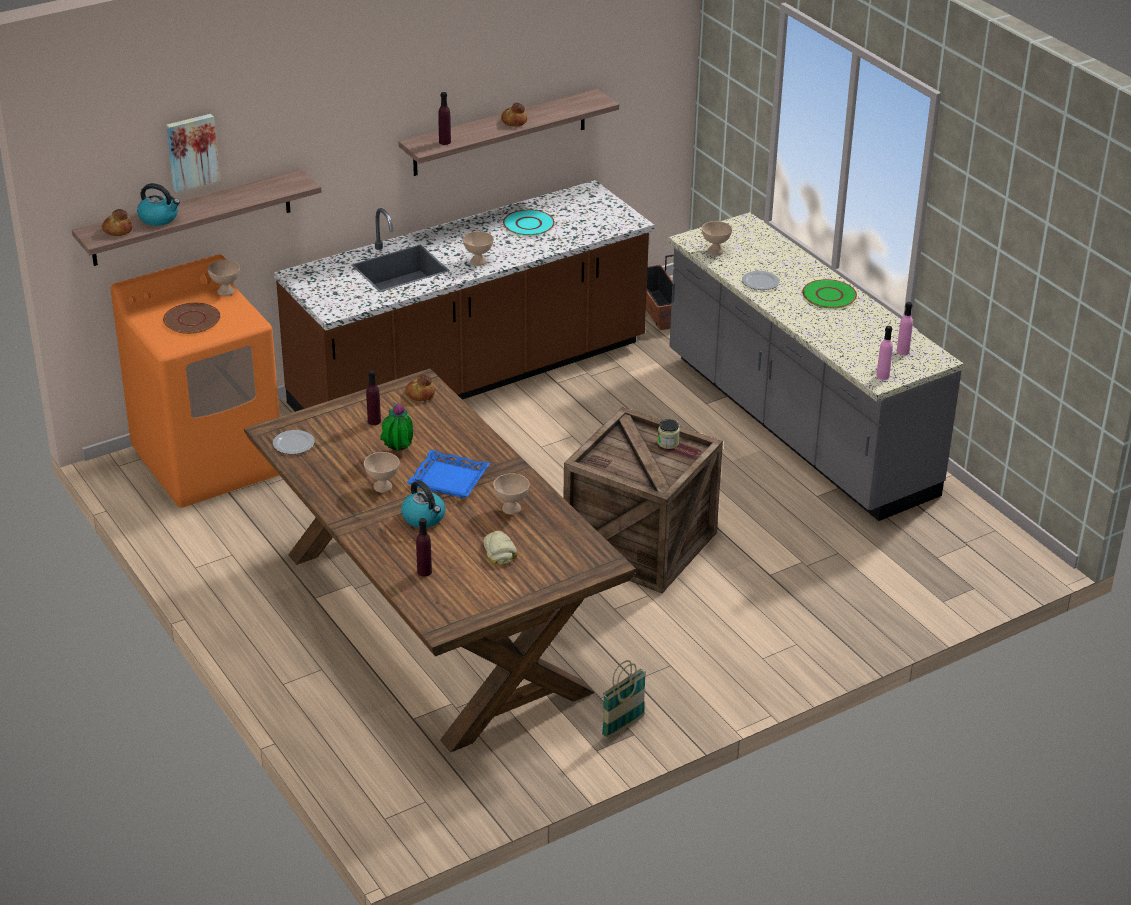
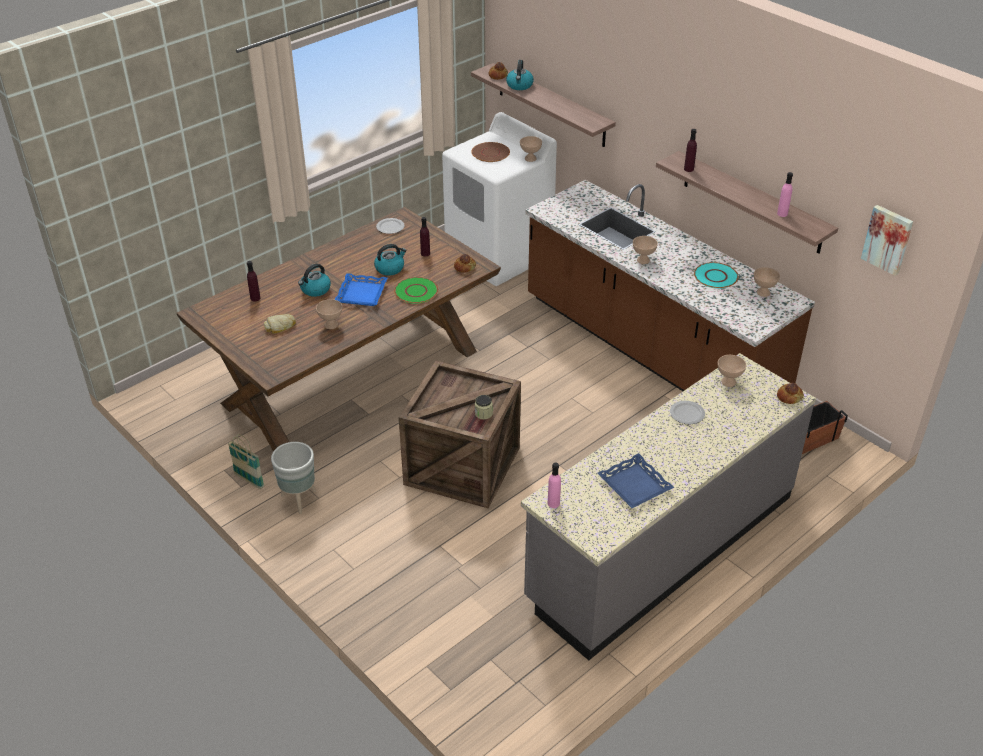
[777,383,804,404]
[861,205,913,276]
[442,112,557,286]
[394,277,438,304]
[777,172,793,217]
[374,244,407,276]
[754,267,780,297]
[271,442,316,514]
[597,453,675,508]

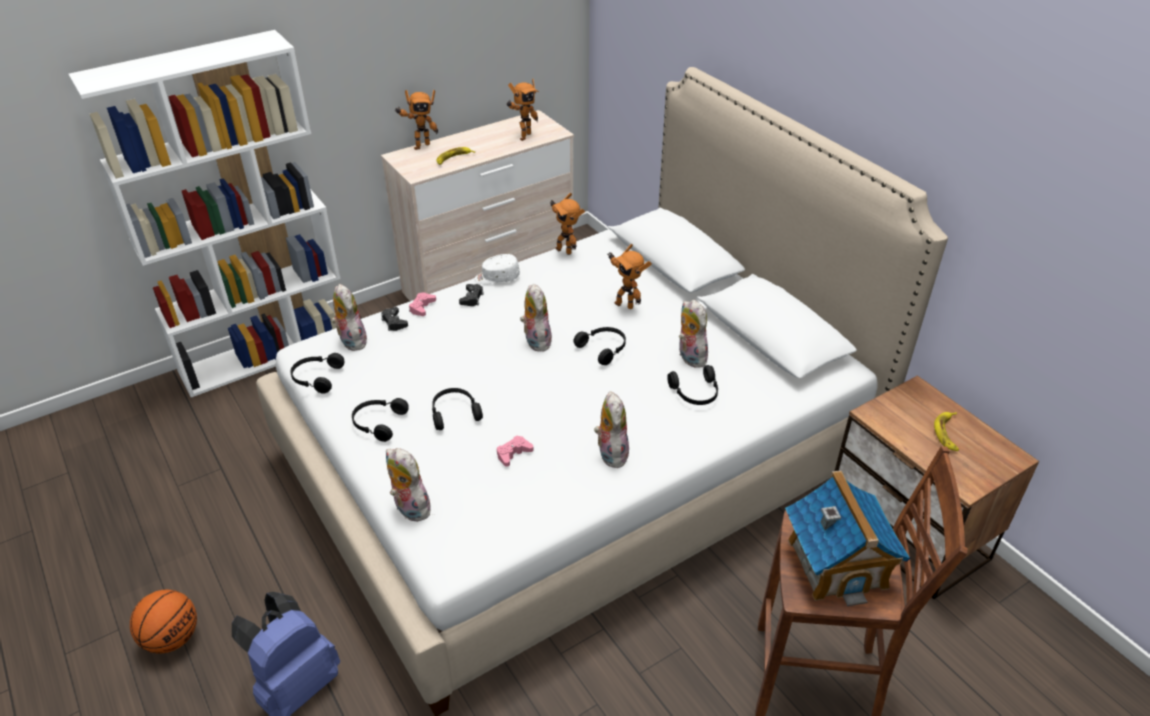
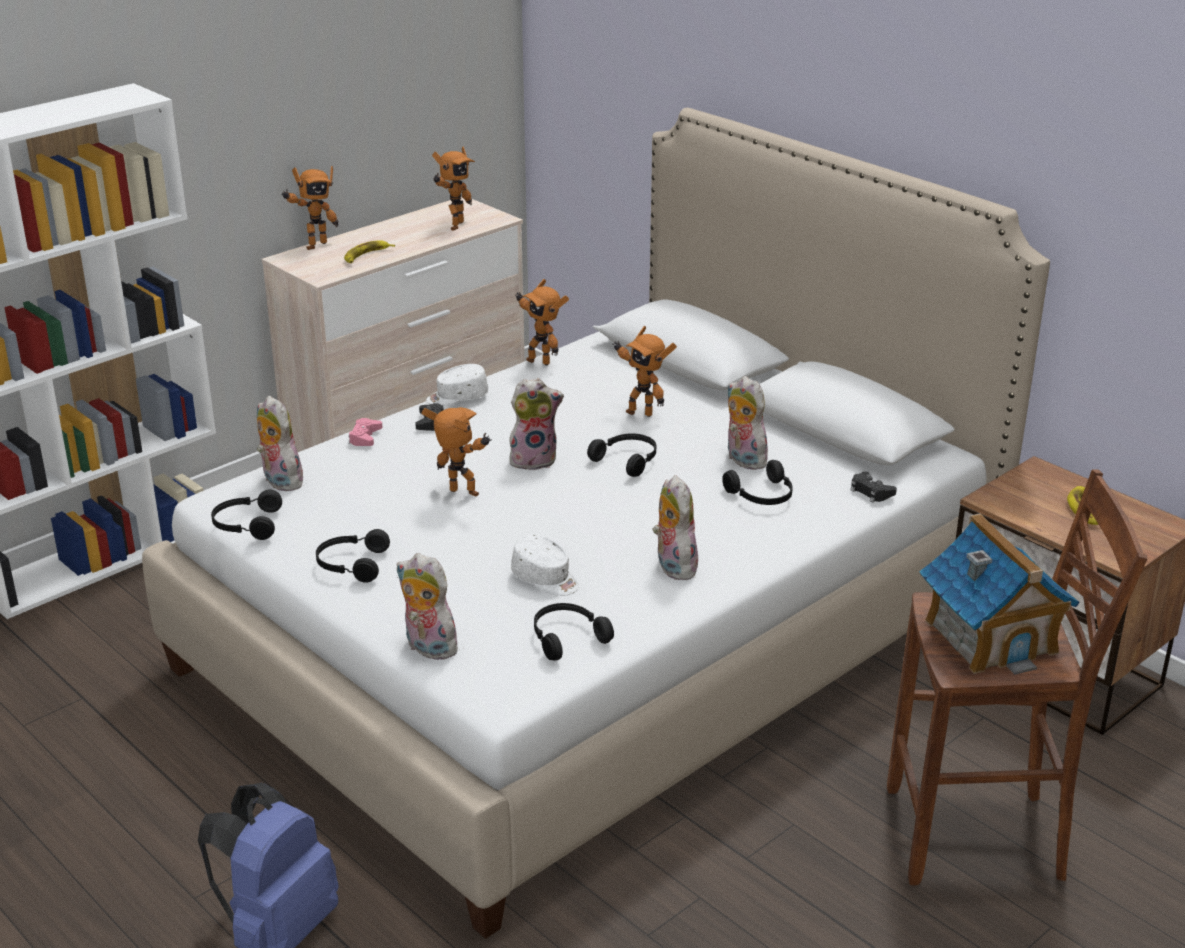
[509,378,564,470]
[850,472,897,502]
[534,603,614,661]
[511,535,579,596]
[130,590,197,653] (first image)
[421,407,492,497]

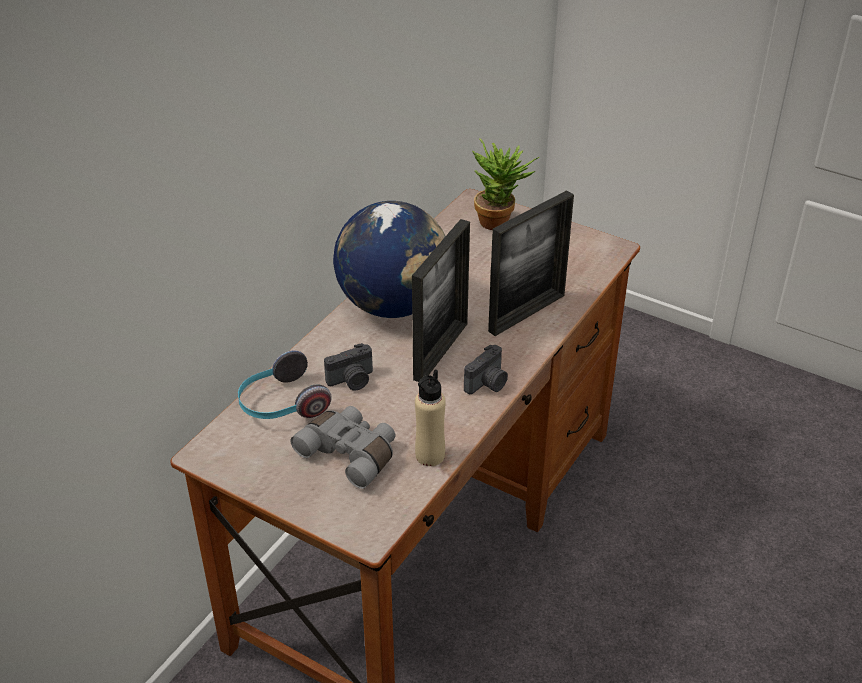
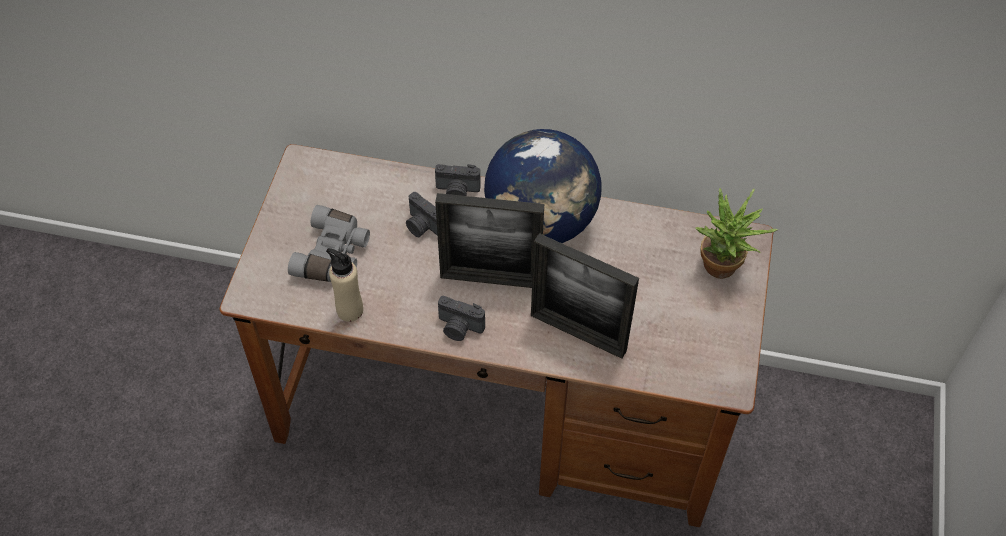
[238,350,332,419] (first image)
[435,164,481,196]

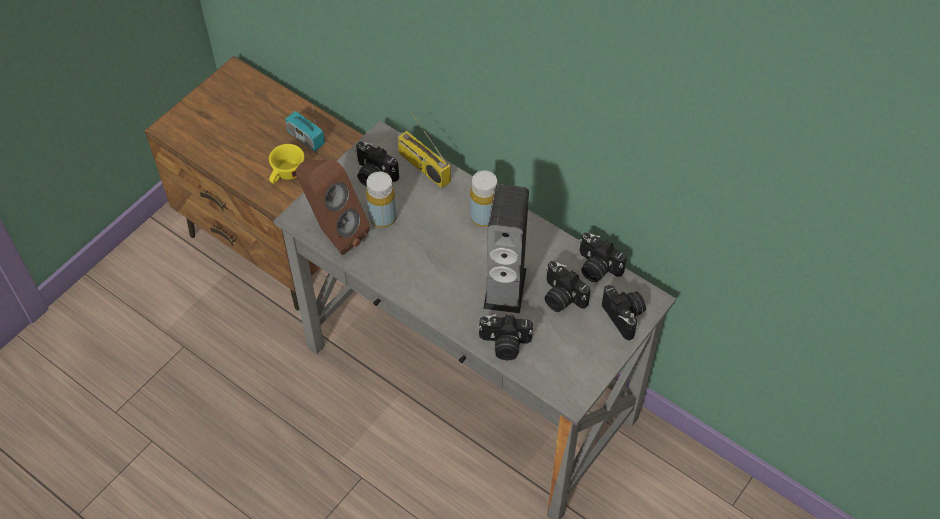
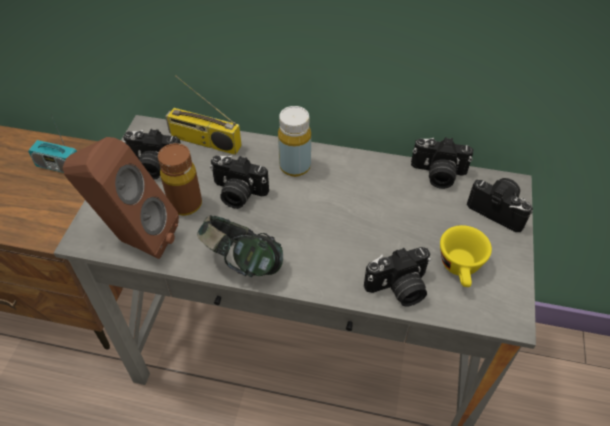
[440,225,492,287]
[158,143,202,216]
[483,184,529,313] (first image)
[210,155,269,209]
[197,215,283,277]

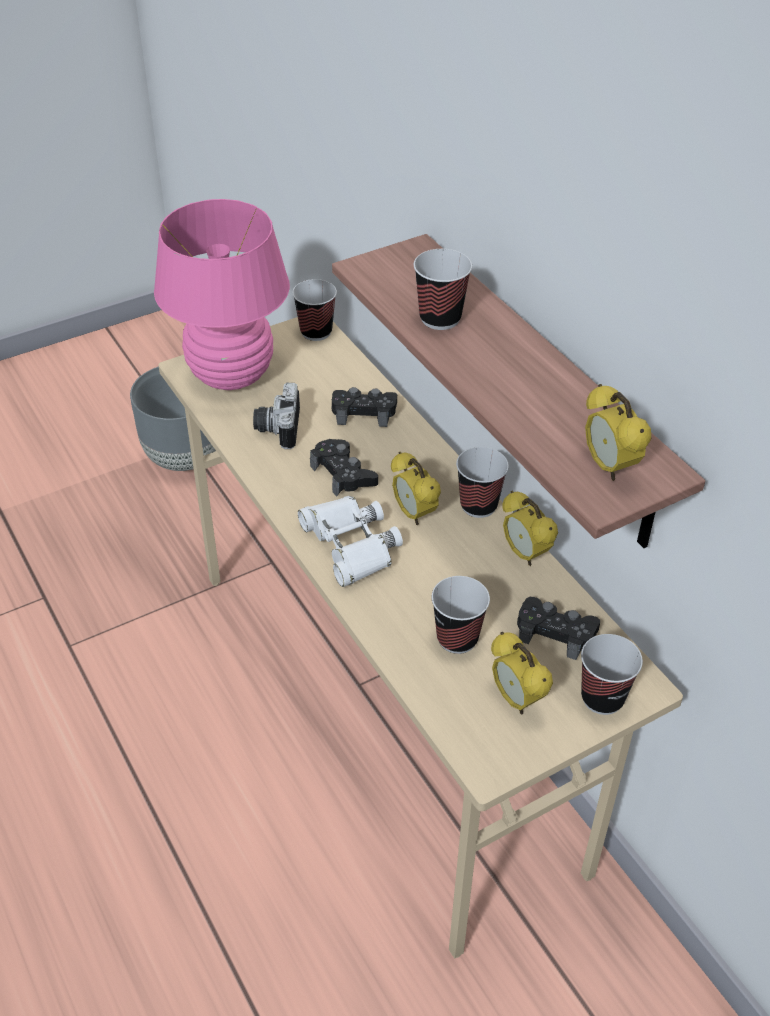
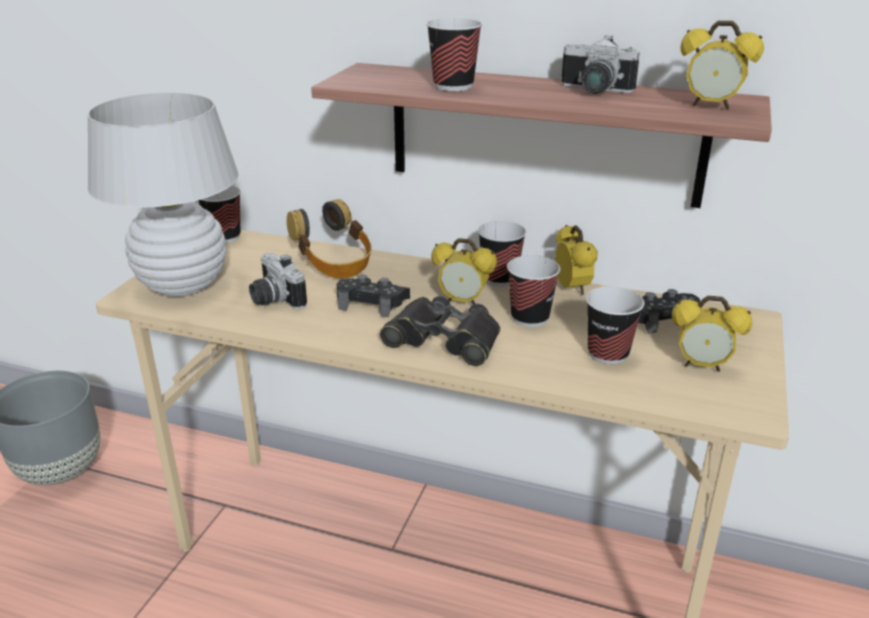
[88,92,239,297]
[287,199,372,279]
[555,225,598,295]
[380,296,500,366]
[507,255,560,327]
[561,35,640,94]

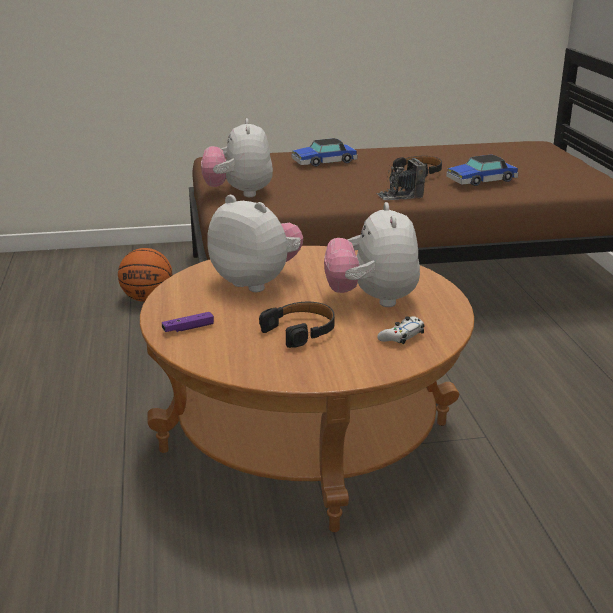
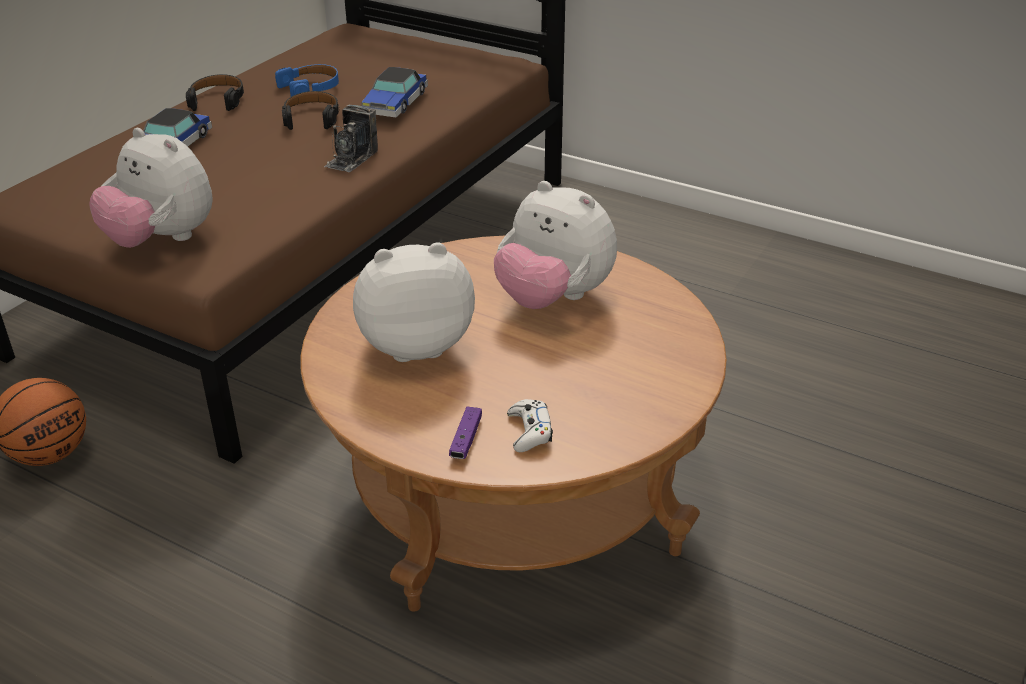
[186,74,244,111]
[507,399,553,452]
[275,64,339,96]

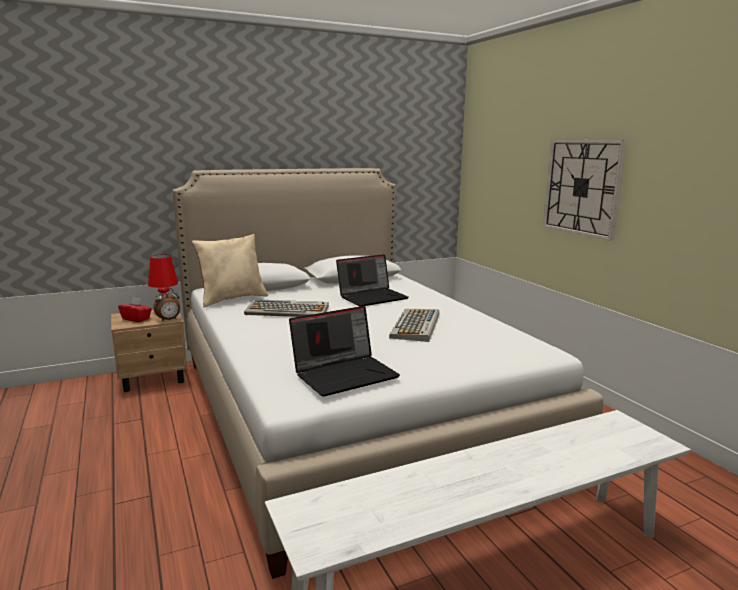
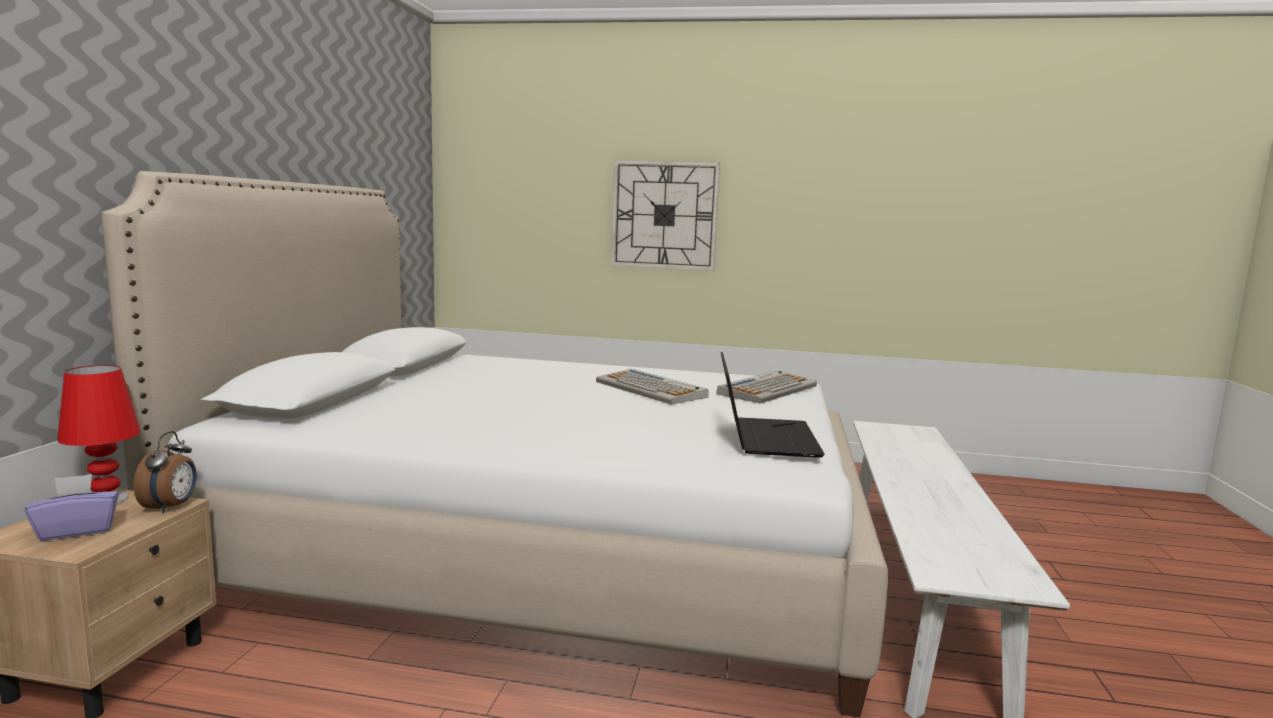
[192,234,268,308] (first image)
[336,254,409,307] (first image)
[25,474,119,541]
[717,371,817,404]

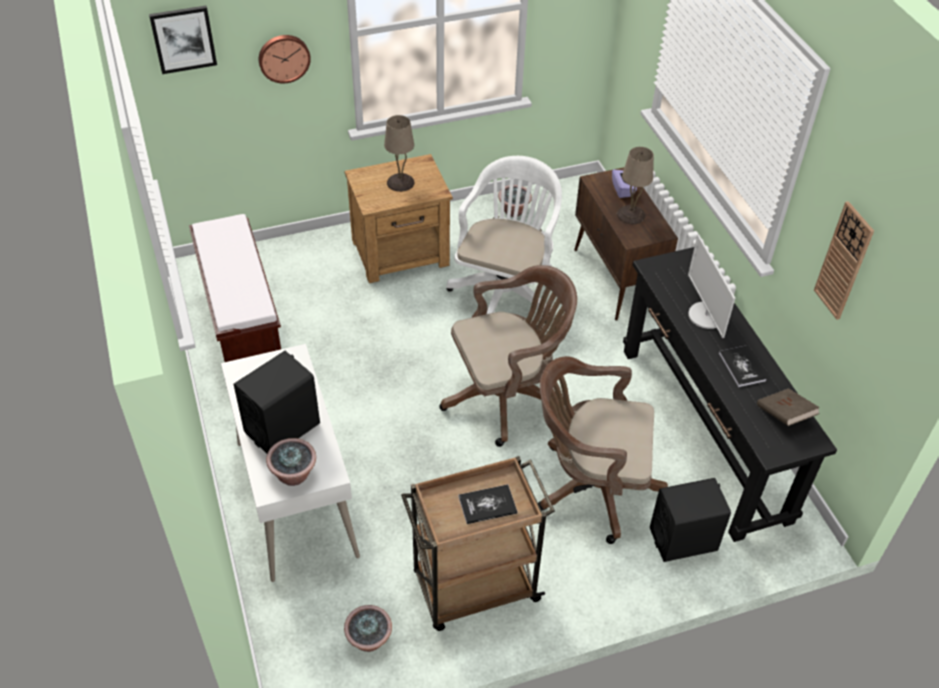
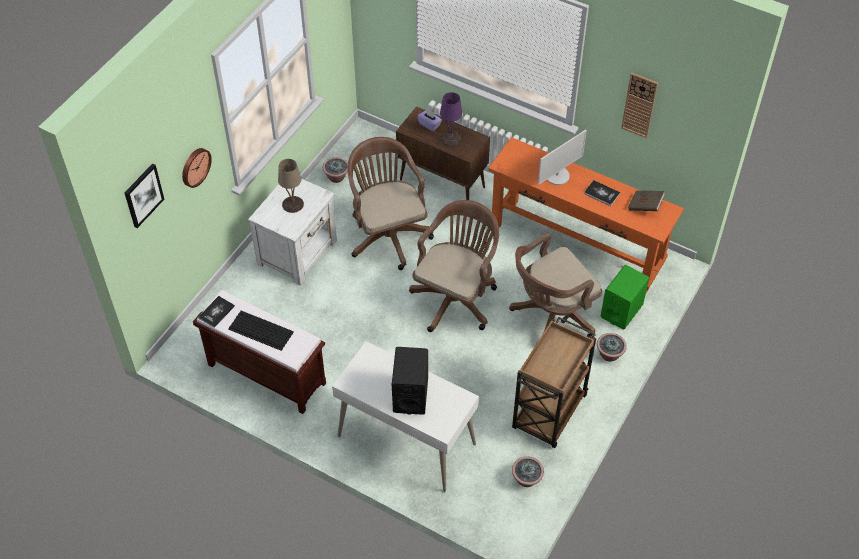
[440,92,462,146]
[248,179,337,286]
[347,137,434,270]
[538,130,587,185]
[488,137,684,293]
[597,333,627,362]
[601,265,649,330]
[198,296,235,328]
[228,311,294,351]

